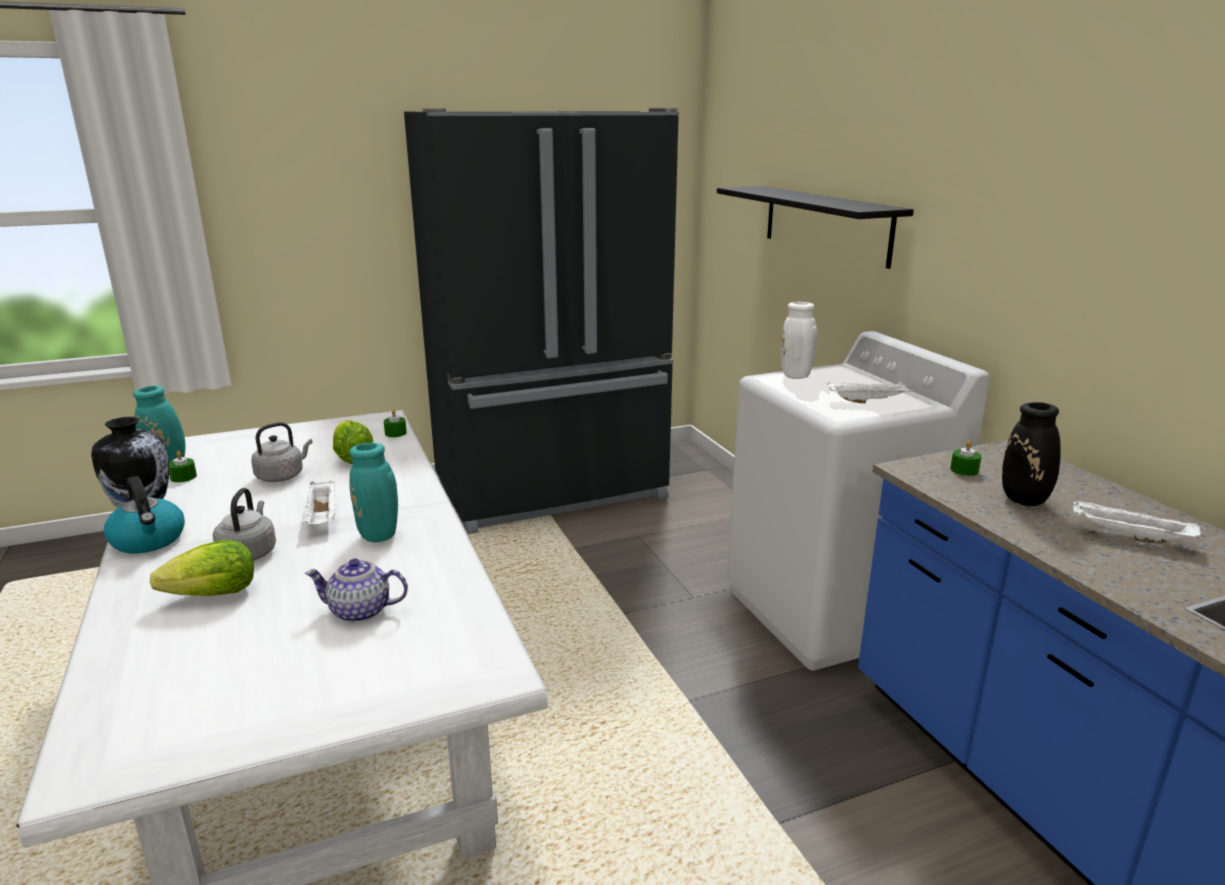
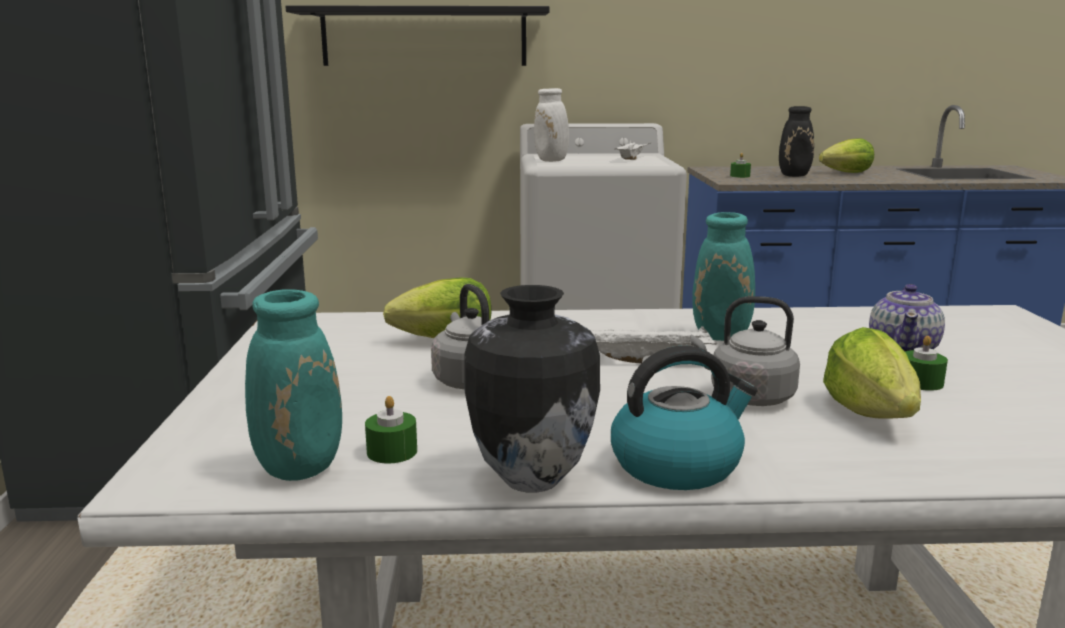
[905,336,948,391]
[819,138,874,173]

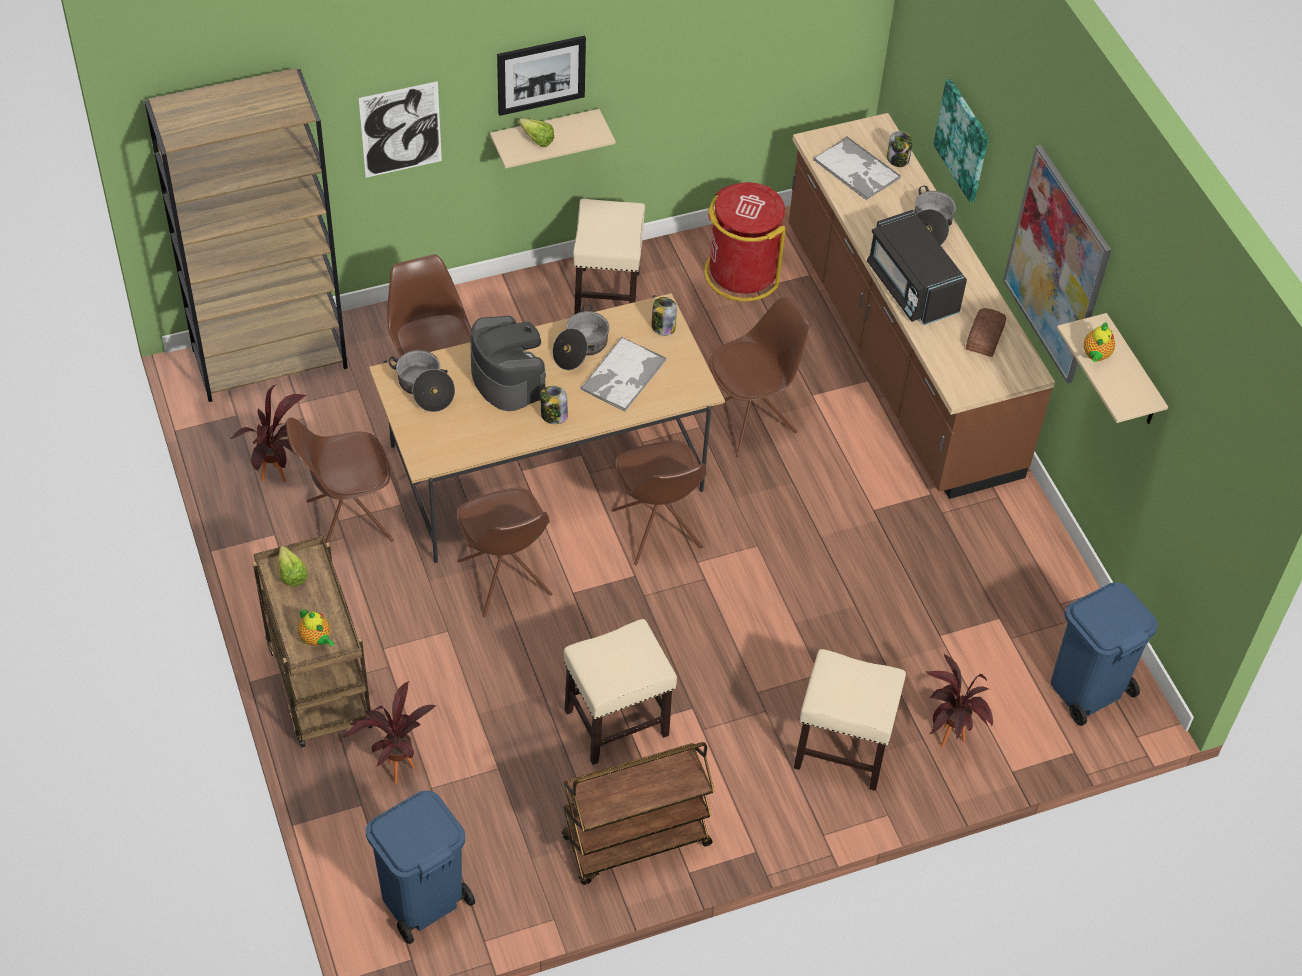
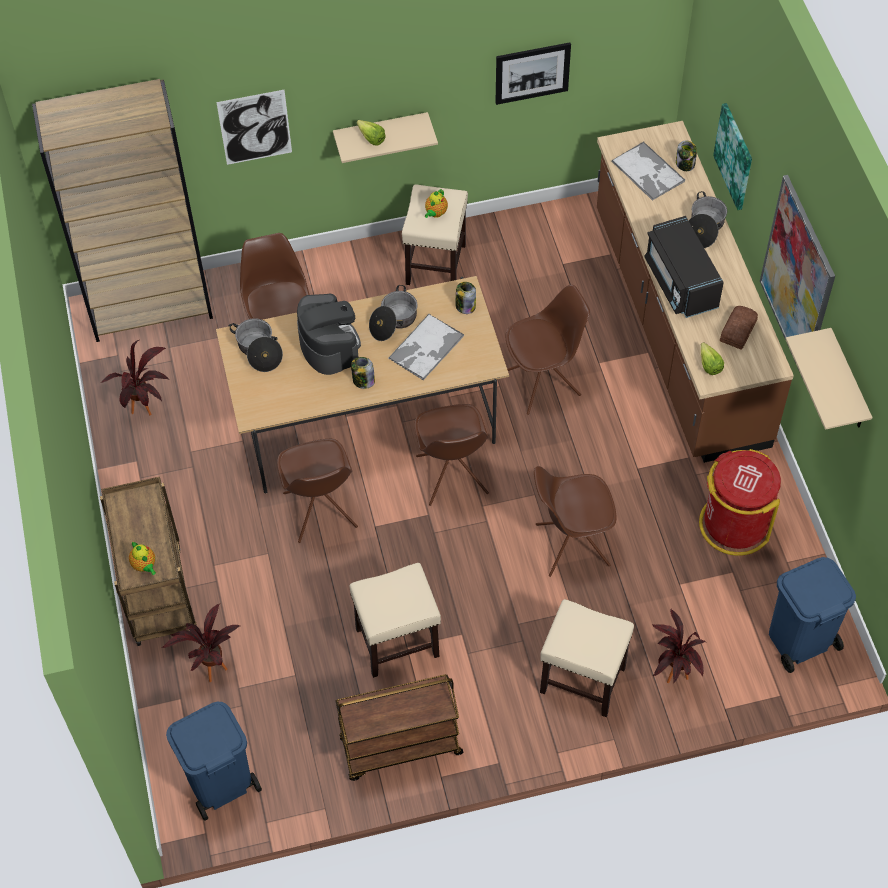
[495,42,571,105]
[699,449,781,556]
[425,188,448,218]
[534,466,616,577]
[701,342,724,375]

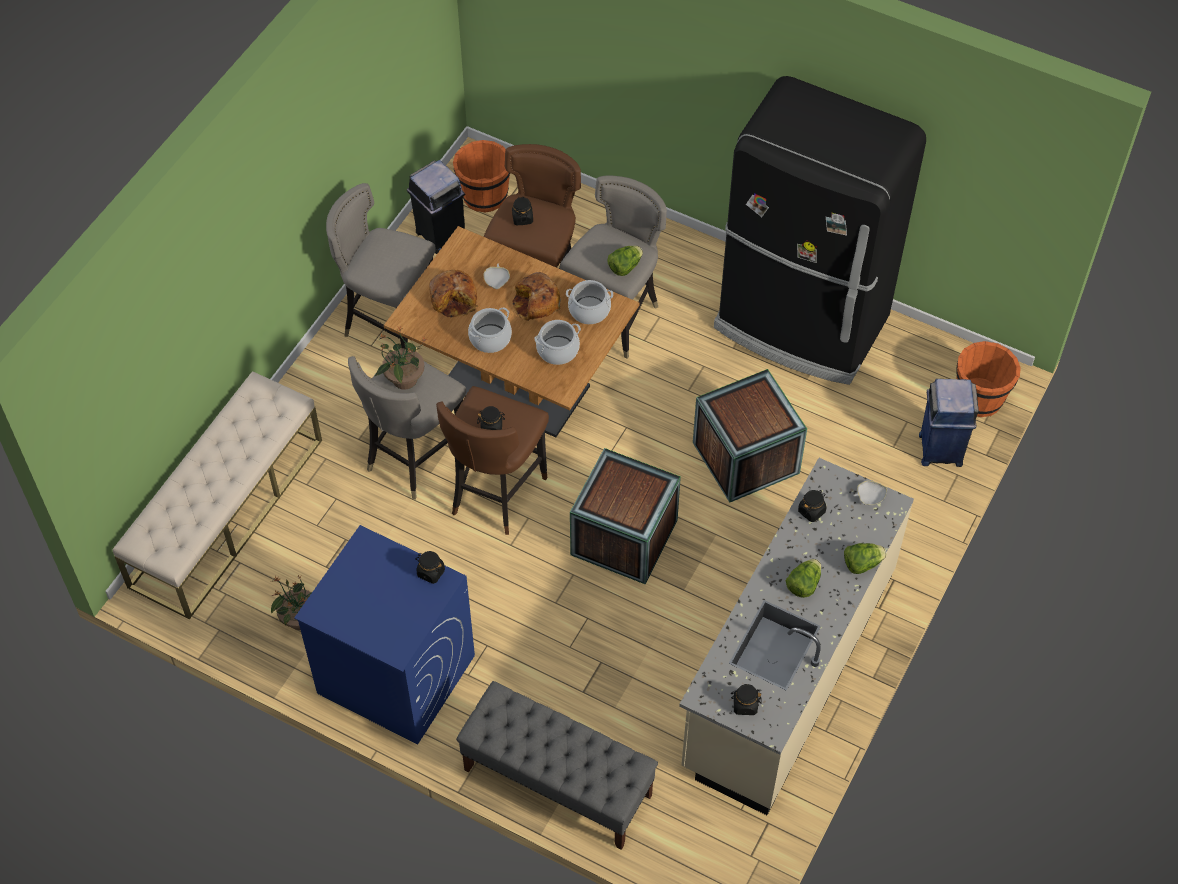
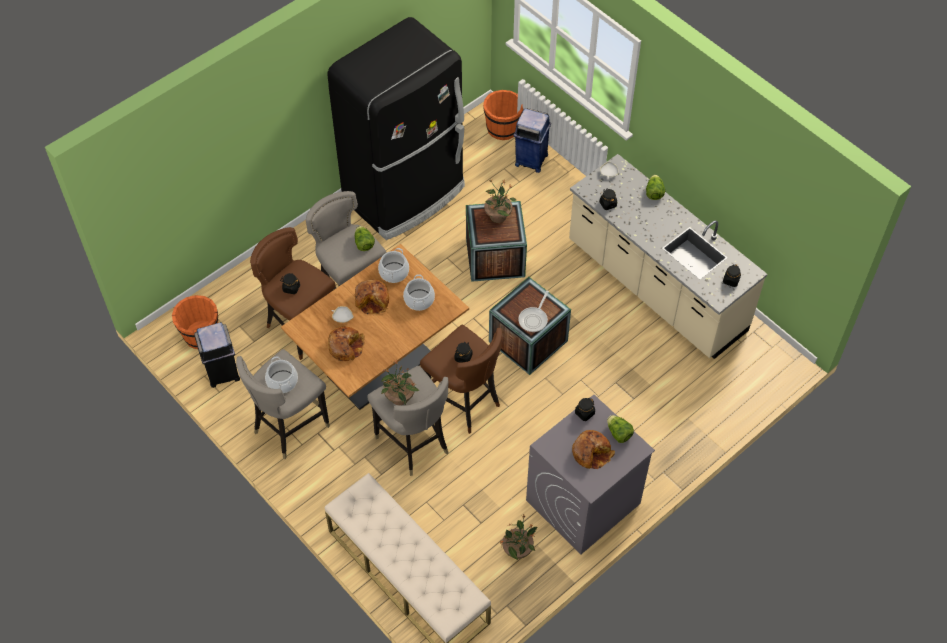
[265,356,298,393]
[526,395,655,554]
[607,415,634,443]
[456,681,658,850] (first image)
[484,180,516,223]
[518,290,549,332]
[572,430,615,469]

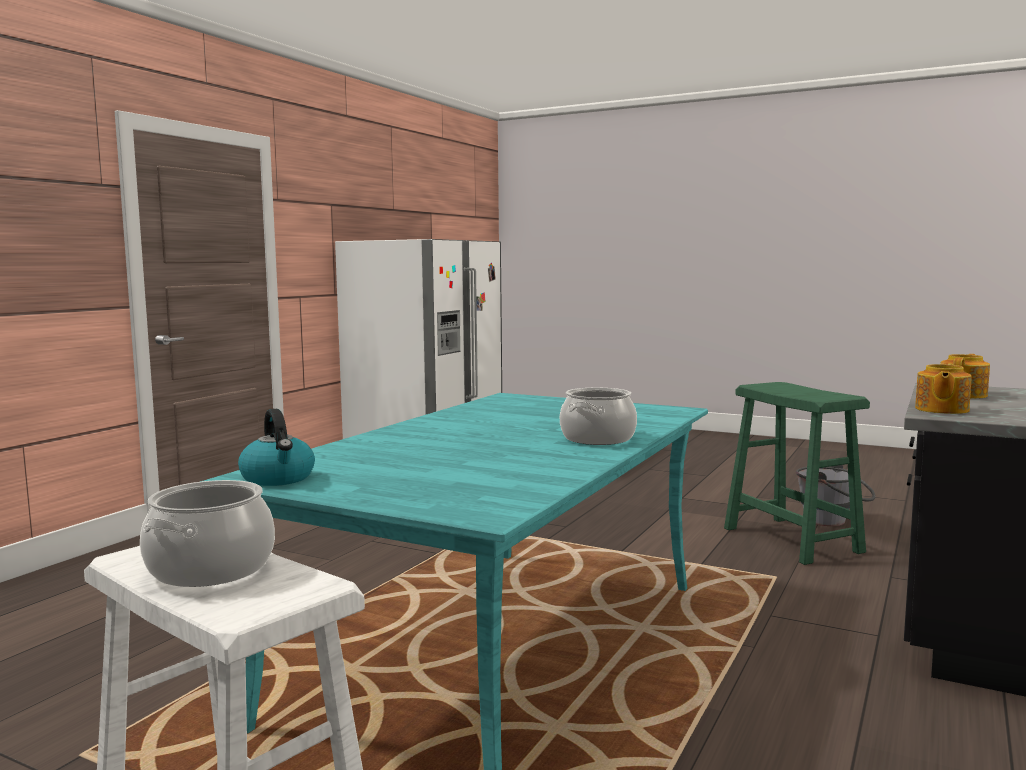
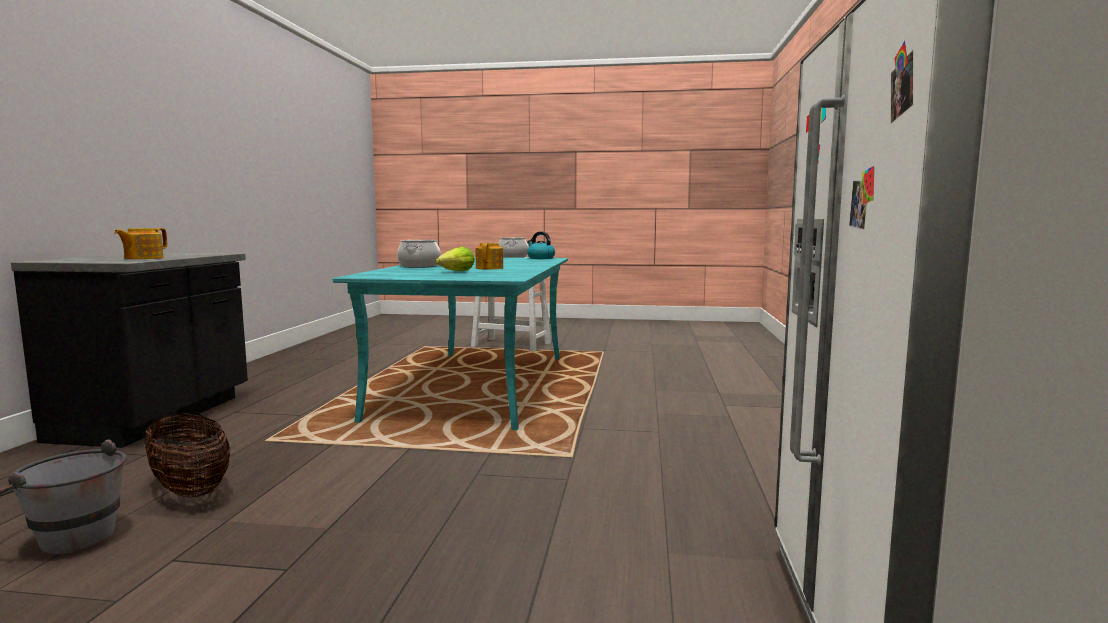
[476,243,503,269]
[144,413,231,498]
[436,247,475,271]

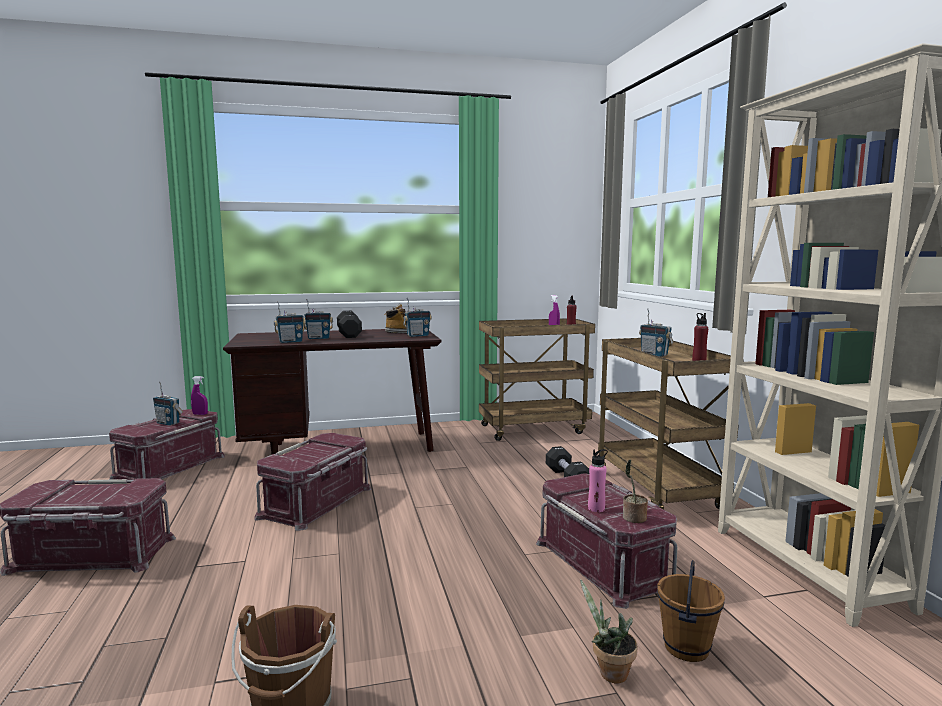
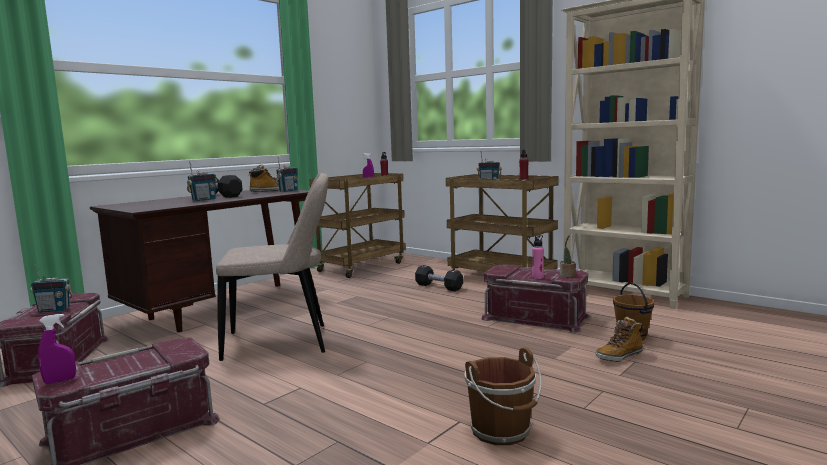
[274,301,306,343] (first image)
[38,314,76,384]
[216,173,328,361]
[596,317,643,362]

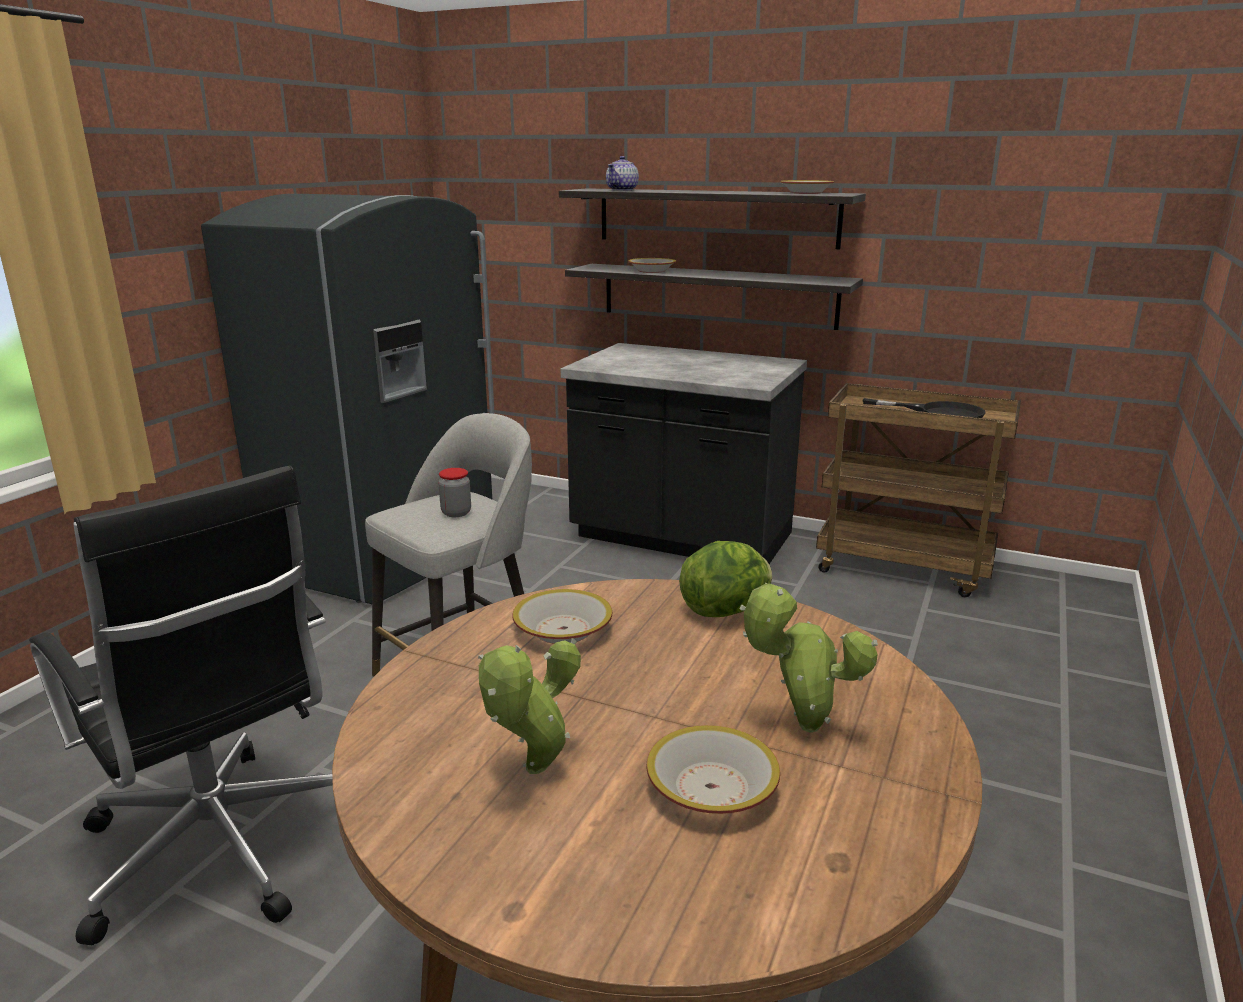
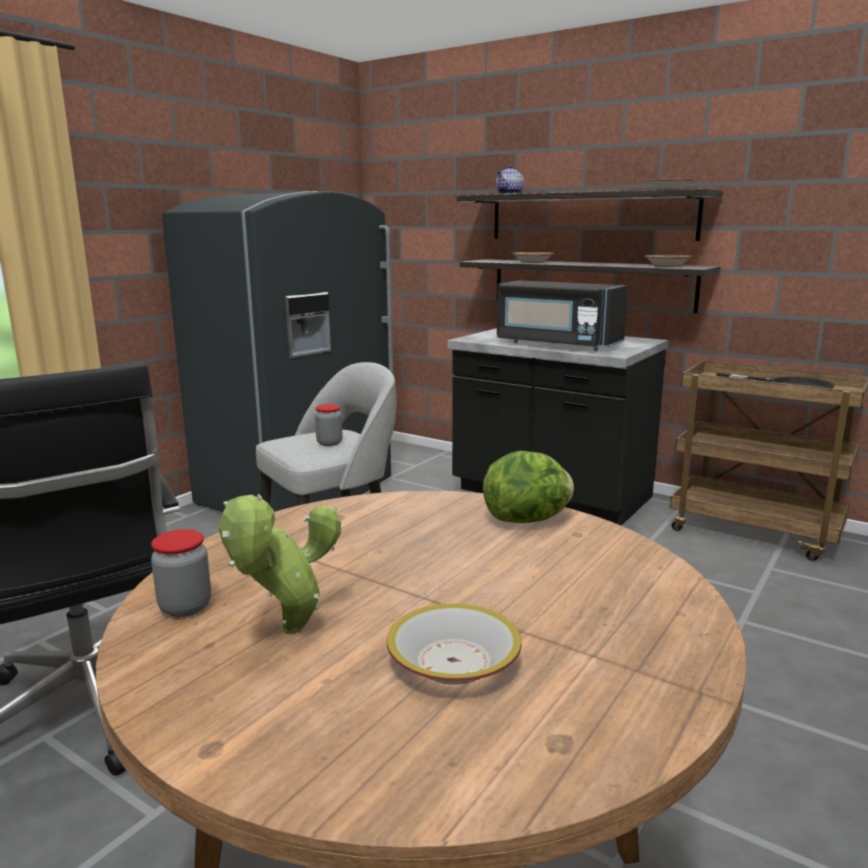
[740,582,878,733] (first image)
[645,255,692,267]
[497,281,628,351]
[151,529,211,617]

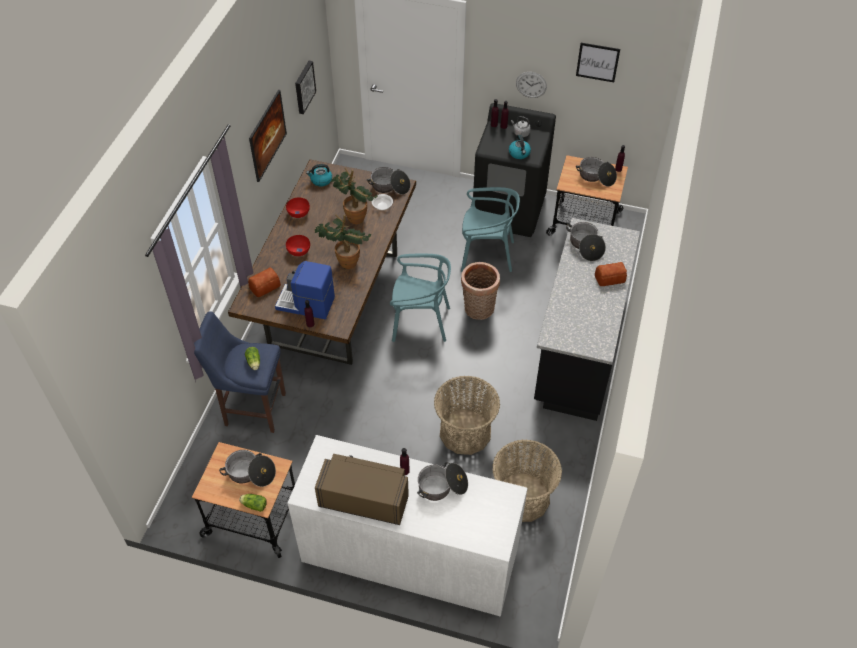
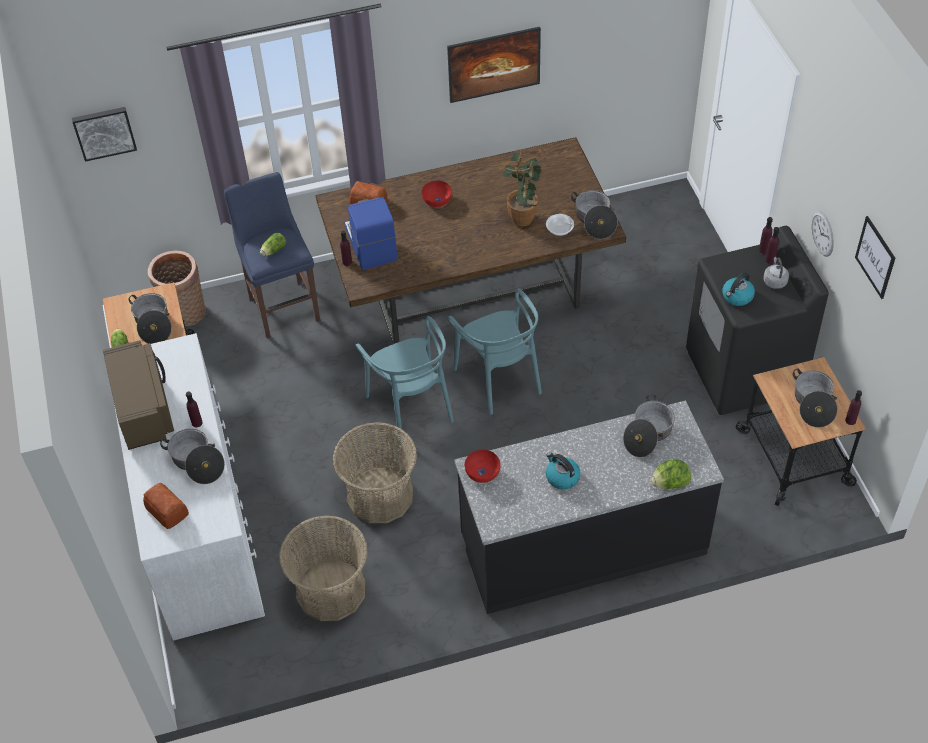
[72,107,137,162]
[546,452,581,490]
[356,316,454,443]
[465,450,500,483]
[315,215,371,269] (first image)
[148,250,206,326]
[143,483,189,529]
[651,459,691,489]

